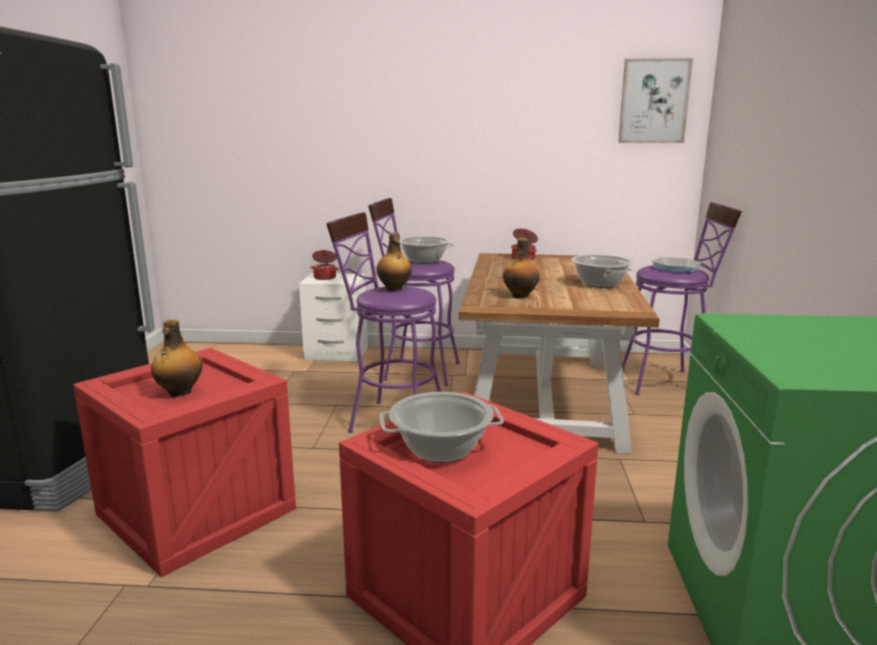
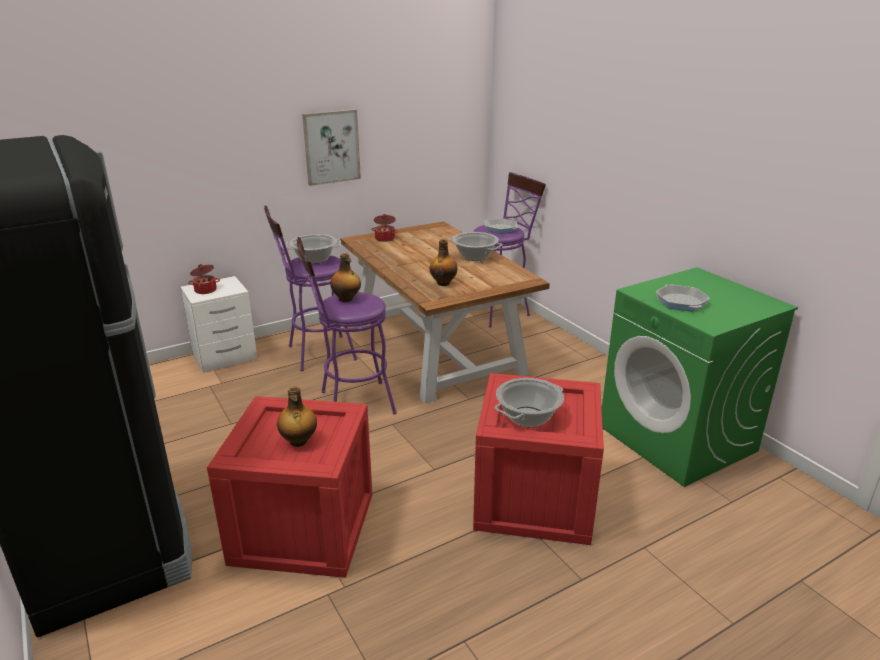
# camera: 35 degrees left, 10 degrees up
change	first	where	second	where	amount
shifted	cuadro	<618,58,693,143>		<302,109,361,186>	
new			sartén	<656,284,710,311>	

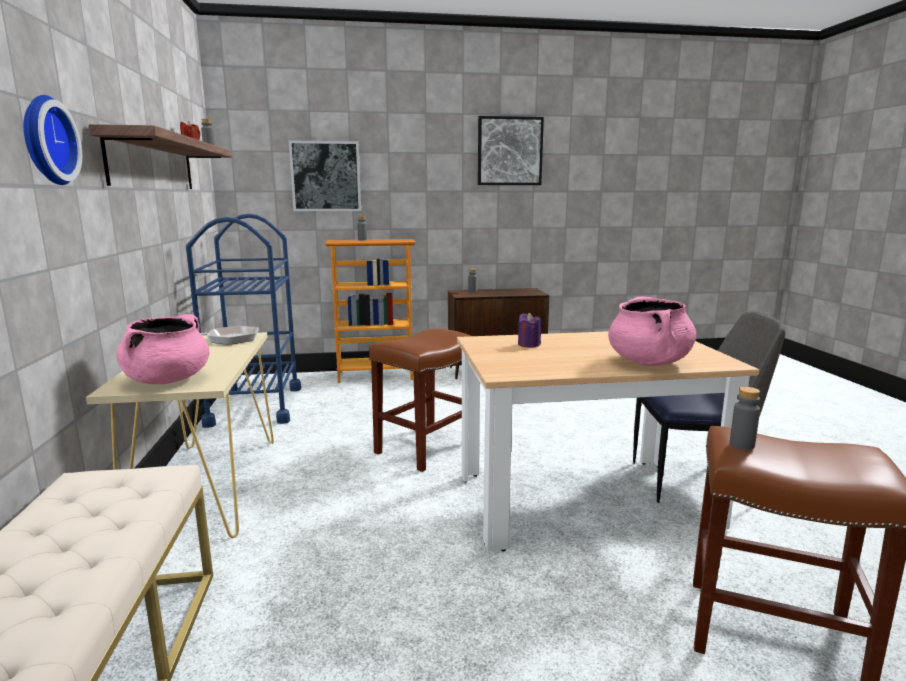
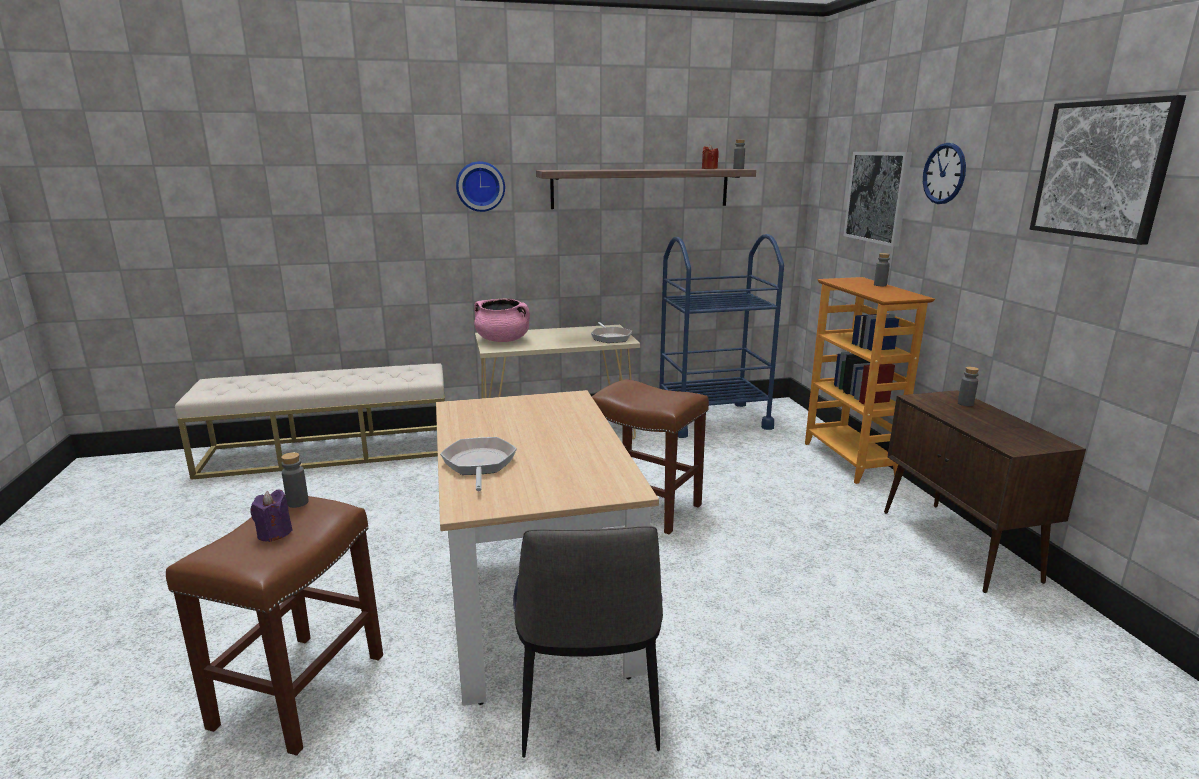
# camera: 85 degrees right, 5 degrees up
change	first	where	second	where	amount
shifted	vela (morado)	<518,313,542,348>		<250,490,293,542>	
swapped	olla (rosa)	<608,296,696,366>	sartén	<440,437,517,491>	
new			reloj de pared	<923,143,966,204>	

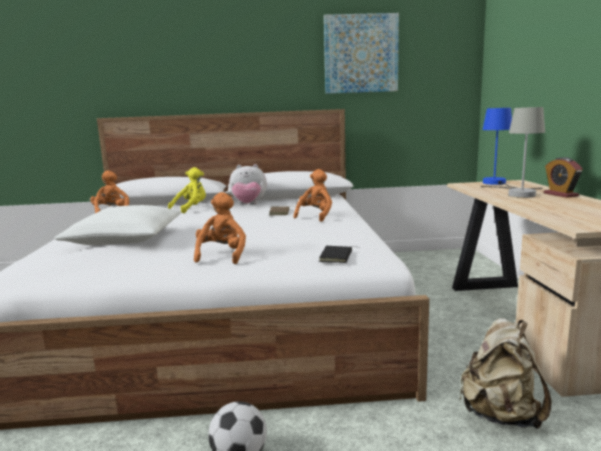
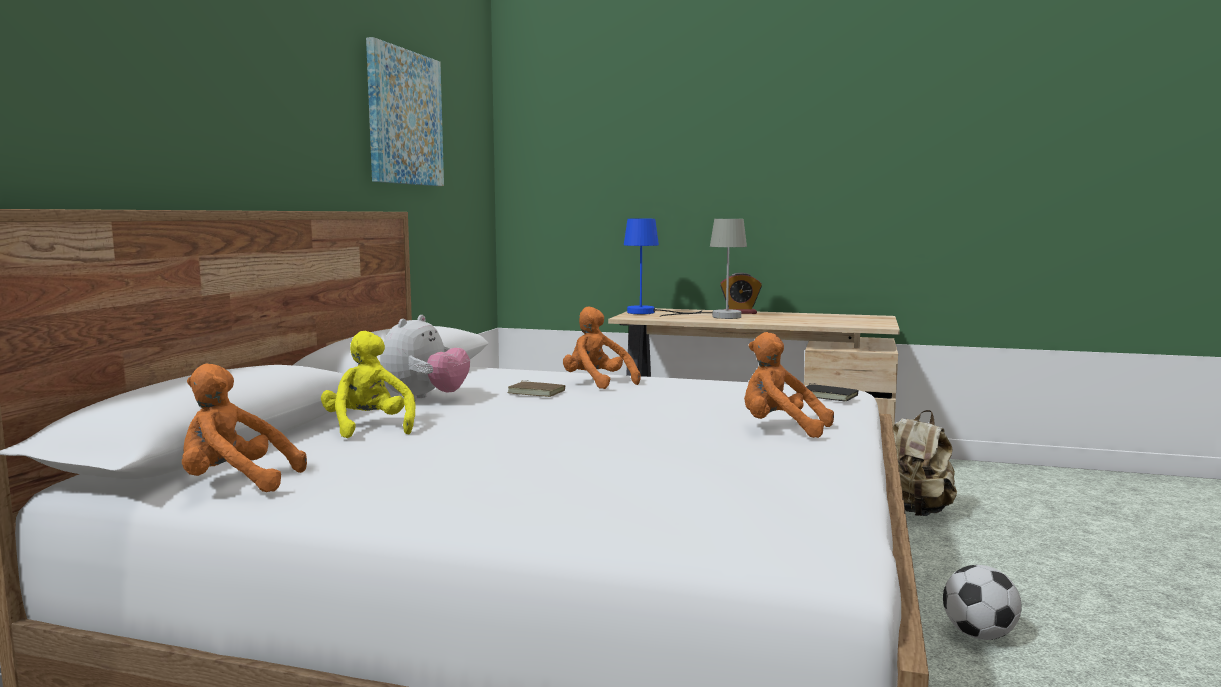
# camera: 70 degrees left, 5 degrees down
change	first	where	second	where	amount
gone	cojín (blanco)	<54,205,181,245>			

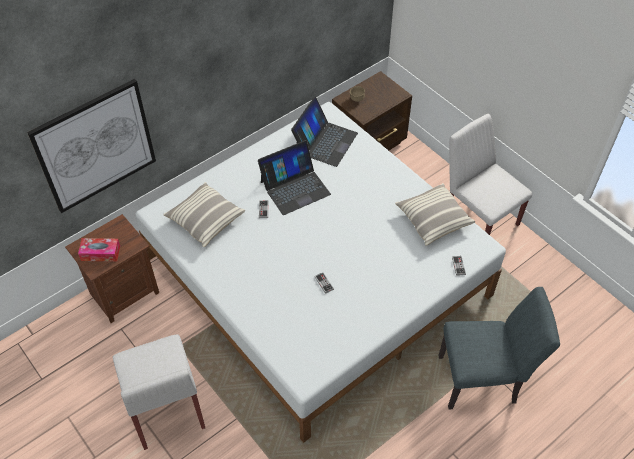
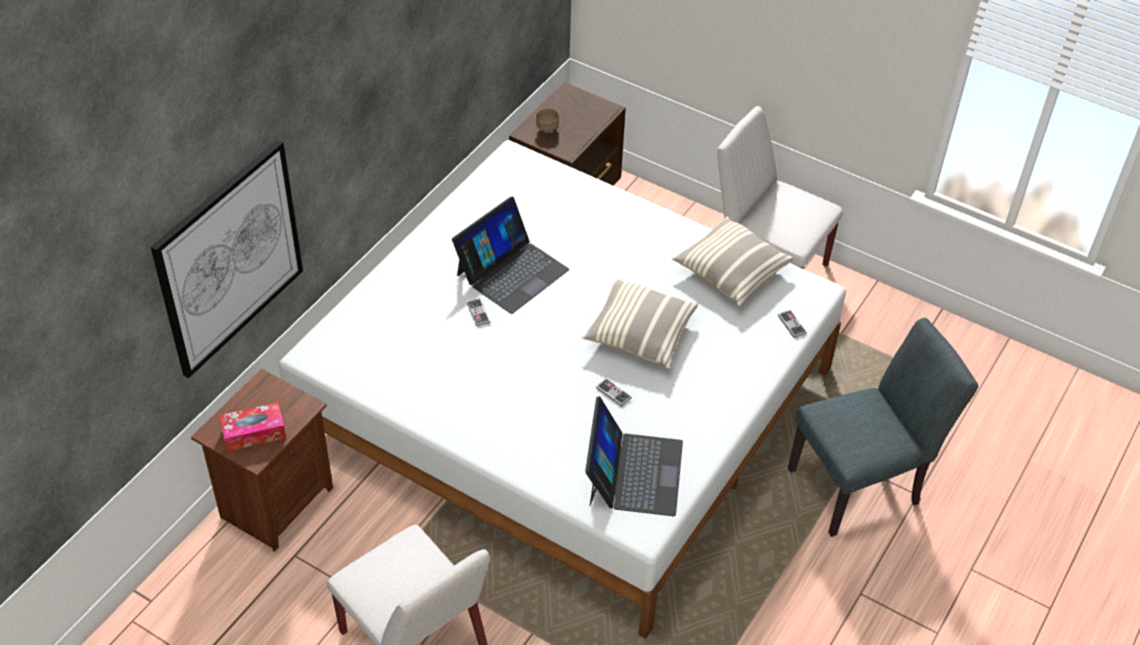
# camera: 20 degrees left, 5 degrees down
change	first	where	second	where	amount
shifted	cojín	<163,182,245,247>		<581,278,698,369>	
shifted	portátil	<291,97,358,167>		<585,396,683,516>	

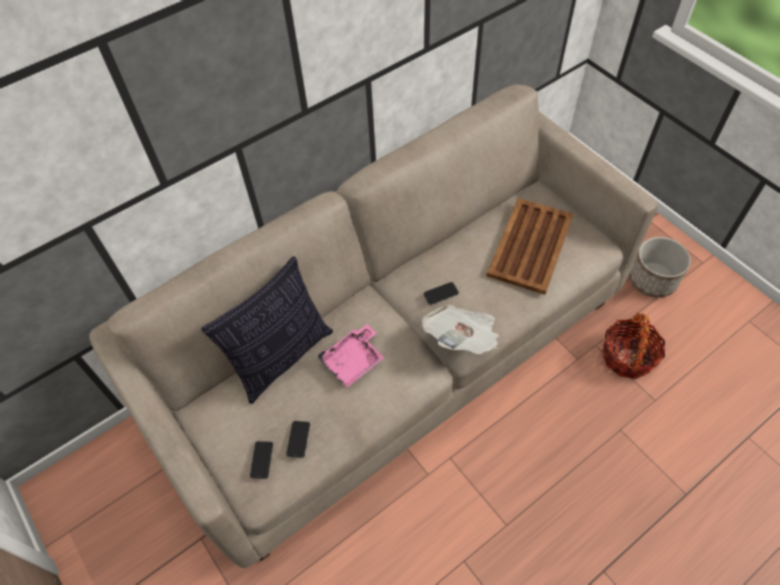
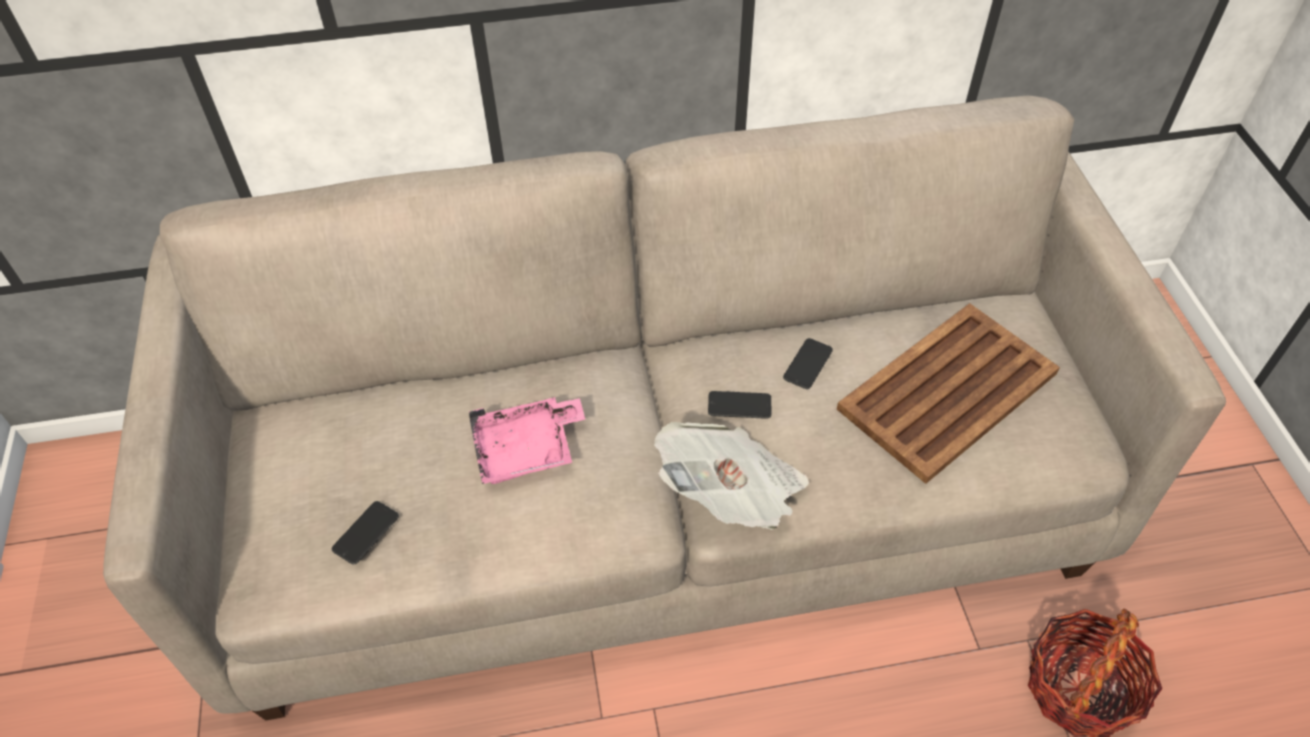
# camera: 25 degrees right, 5 degrees down
change	first	where	second	where	amount
gone	cojín	<201,256,333,404>			
shifted	móvil	<250,441,273,479>		<783,338,833,389>	
gone	maceta	<629,237,691,298>			

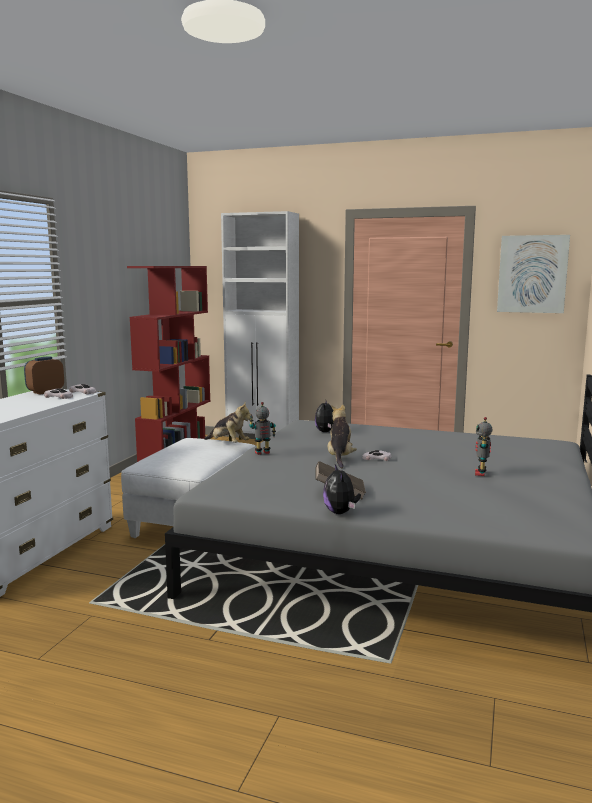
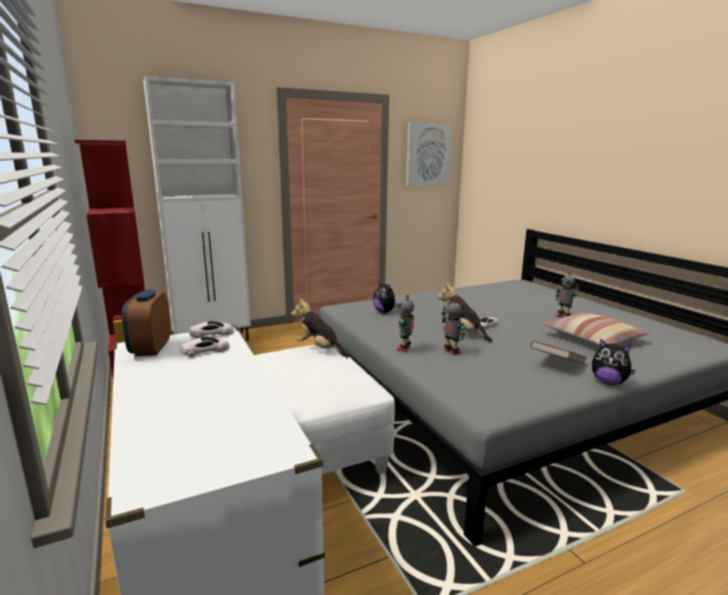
# camera: 45 degrees left, 5 degrees up
change	first	where	second	where	amount
rotated	peluche	<204,402,253,443>		<291,298,350,358>	135 degrees counterclockwise
new			robot de juguete	<441,298,465,355>	
new			cojín	<542,313,650,347>	

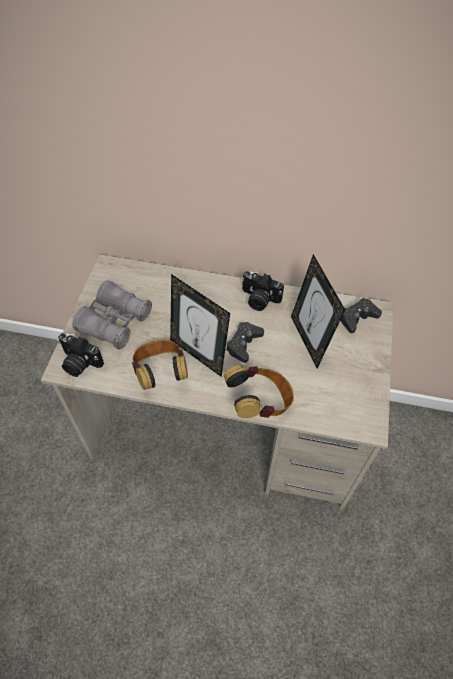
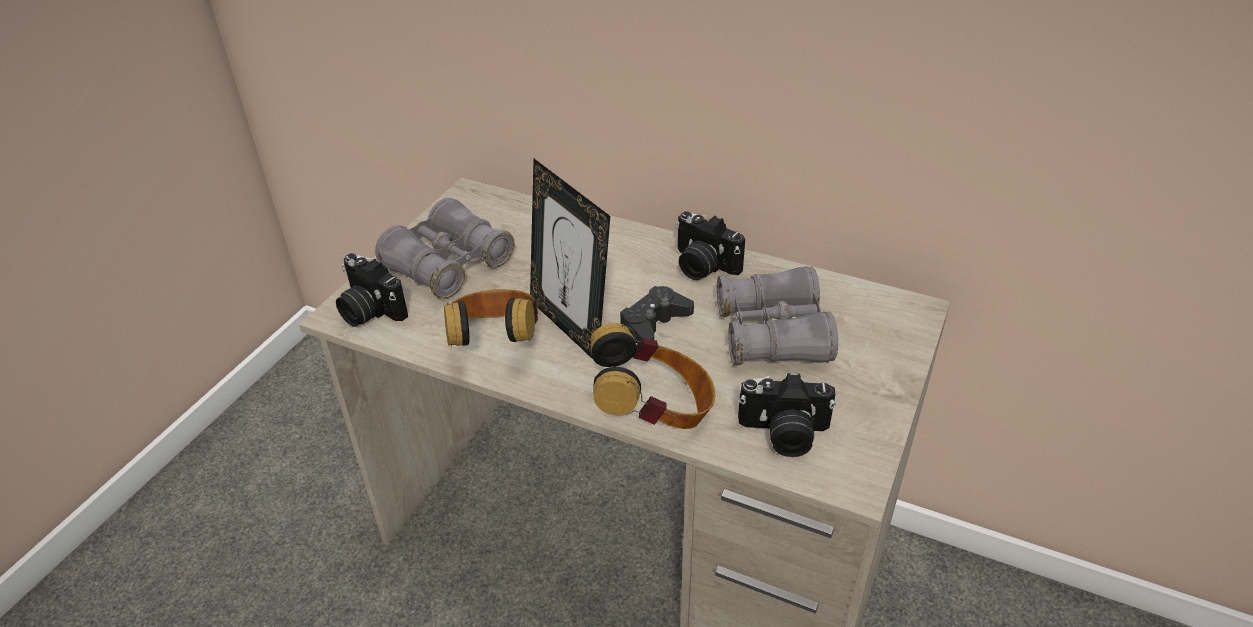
# camera: 15 degrees right, 15 degrees down
change	first	where	second	where	amount
swapped	portarretratos	<291,254,345,368>	prismáticos (gris)	<717,266,838,365>	
gone	mando de consola (negro)	<340,298,382,333>			
new			cámara	<738,373,836,457>	

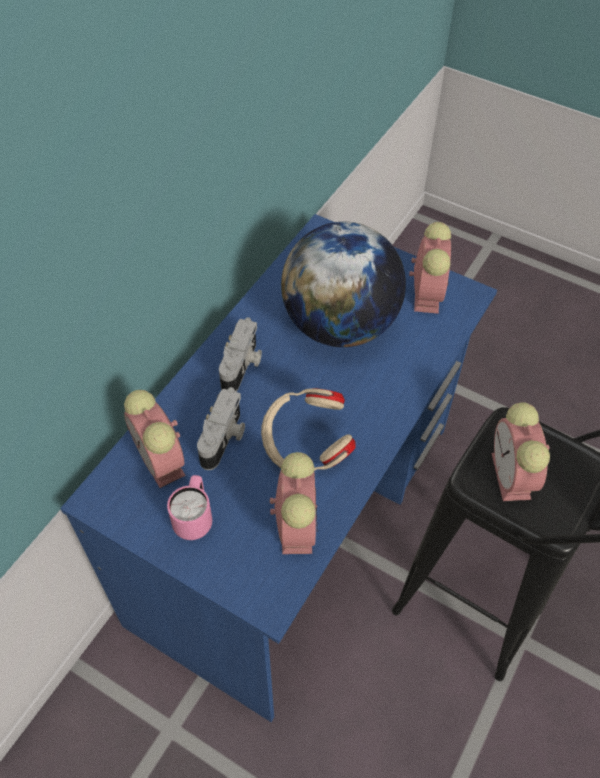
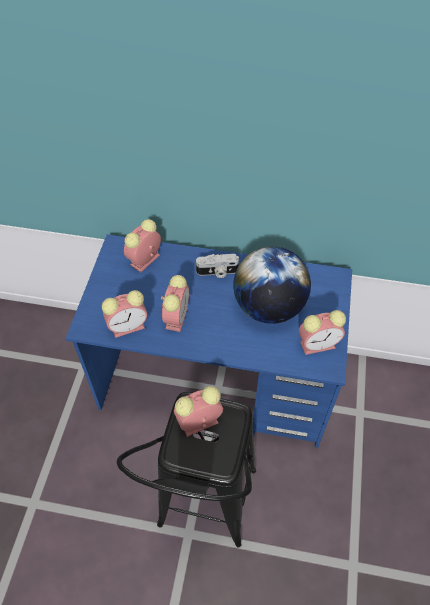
# camera: 70 degrees right, 0 degrees up
change	first	where	second	where	amount
gone	taza grande (rosa)	<167,475,212,540>			
gone	cámara	<197,387,245,470>			
swapped	auriculares (beis)	<261,388,356,471>	despertador	<161,275,189,332>	

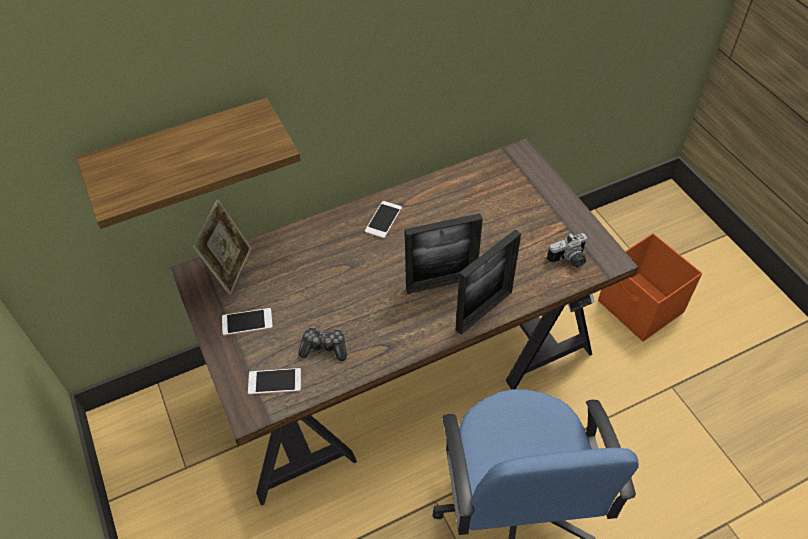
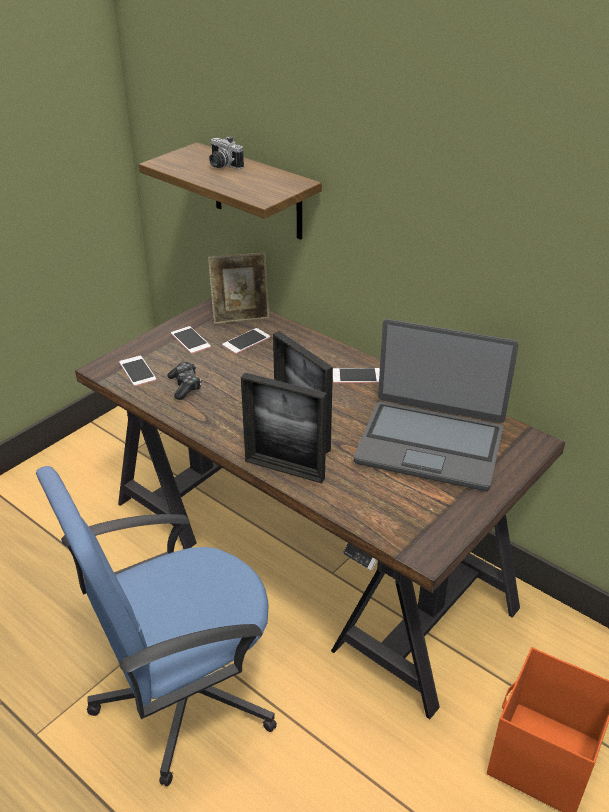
# camera: 65 degrees right, 15 degrees down
change	first	where	second	where	amount
shifted	cámara	<547,233,587,268>		<209,136,244,169>	
new			móvil	<222,328,270,354>	
new			portátil	<354,319,519,491>	

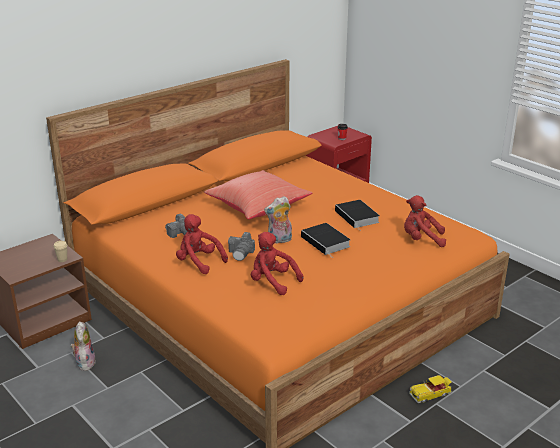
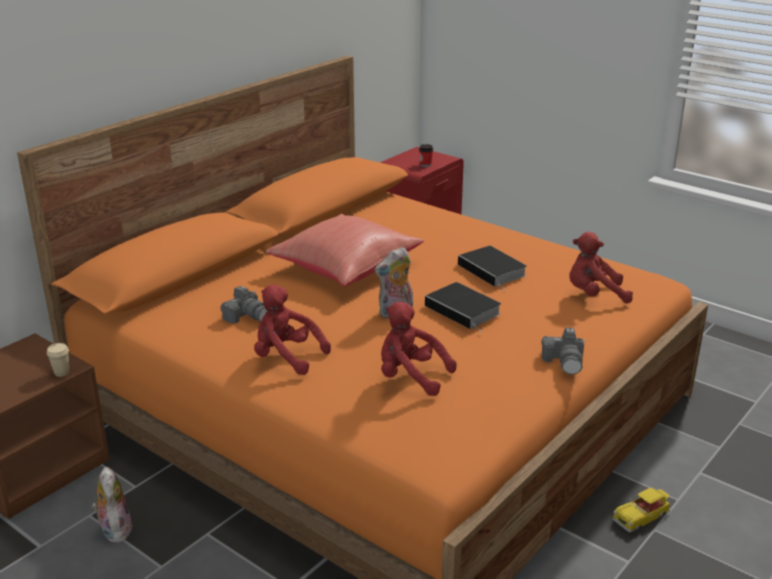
# camera: 10 degrees left, 0 degrees up
change	first	where	second	where	amount
shifted	cámara	<228,232,255,261>		<542,328,585,374>	

